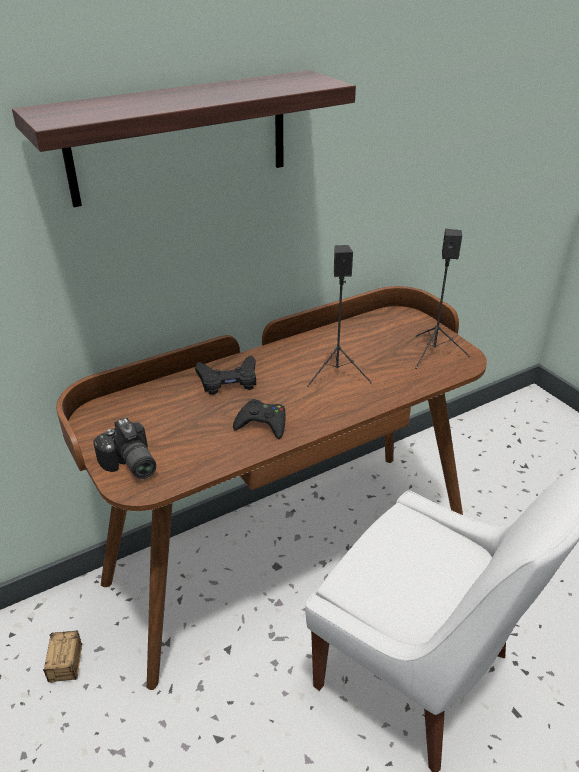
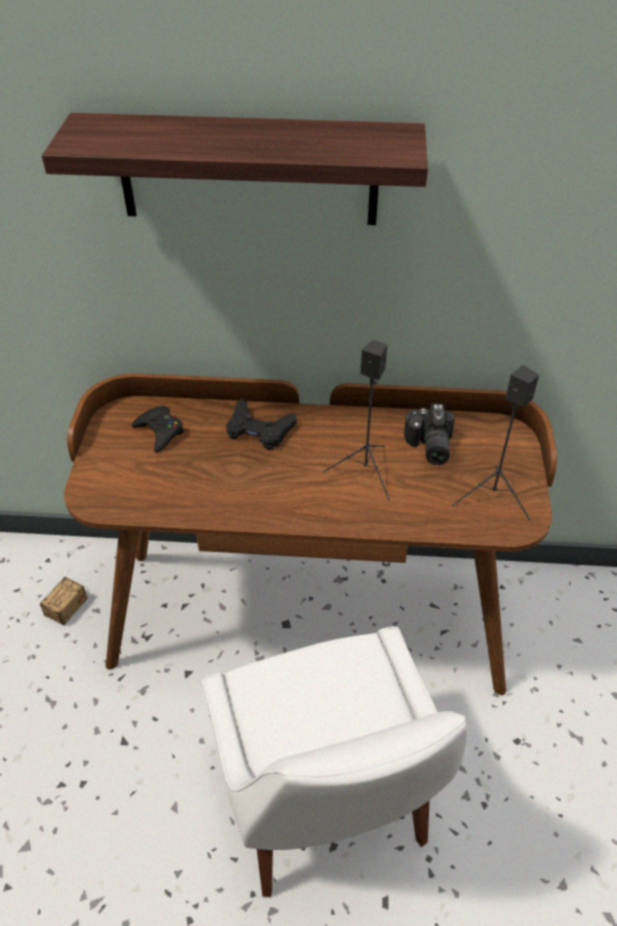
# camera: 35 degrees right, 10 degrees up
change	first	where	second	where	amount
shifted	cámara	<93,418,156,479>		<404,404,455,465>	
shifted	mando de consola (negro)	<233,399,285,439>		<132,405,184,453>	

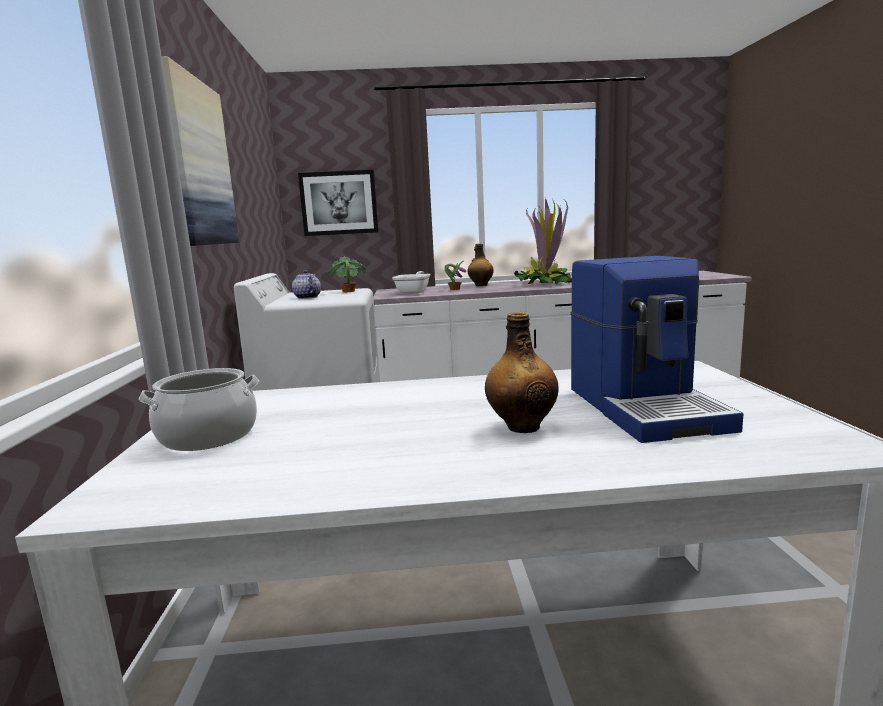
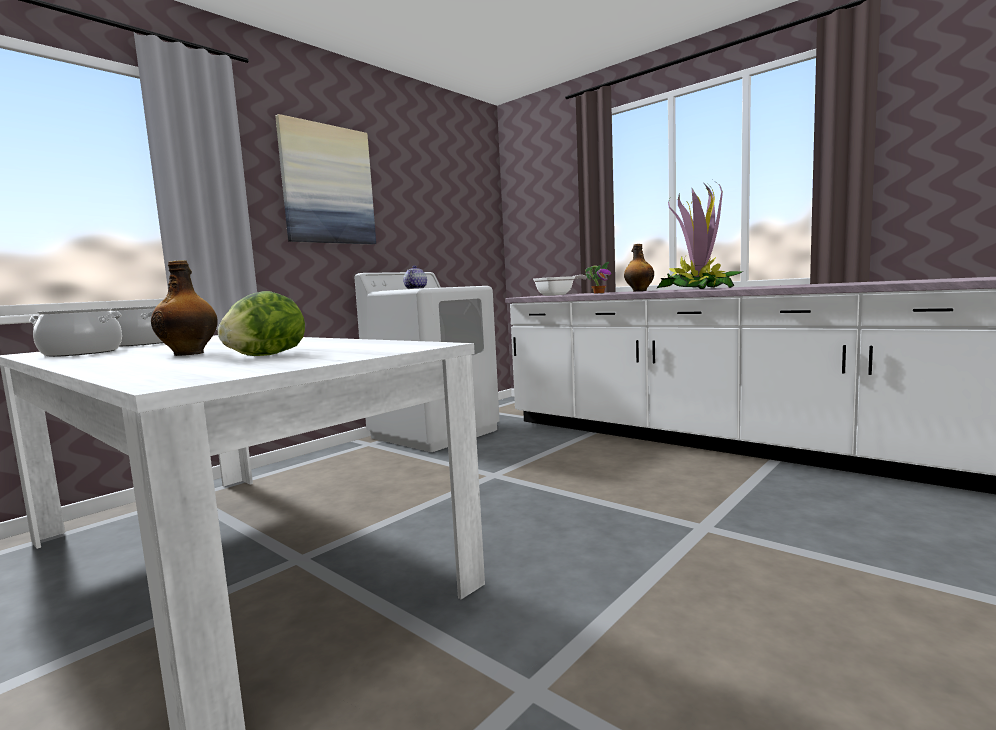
# camera: 45 degrees right, 5 degrees down
change	first	where	second	where	amount
gone	cuadro	<298,170,378,236>			
gone	planta en maceta	<327,257,366,292>			
swapped	cafetera	<570,256,743,443>	lechuga	<218,291,305,356>	
new			olla	<29,308,122,357>	

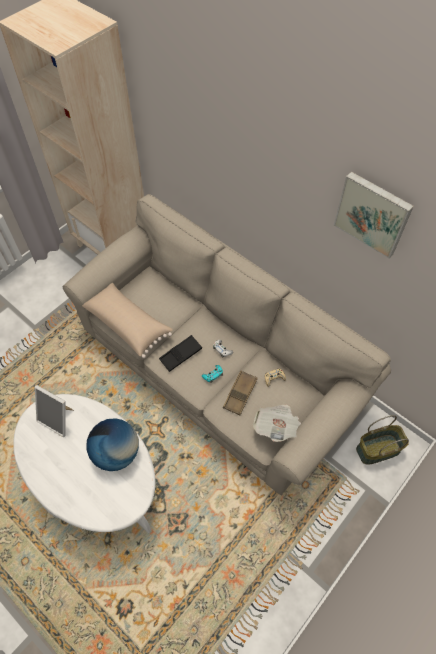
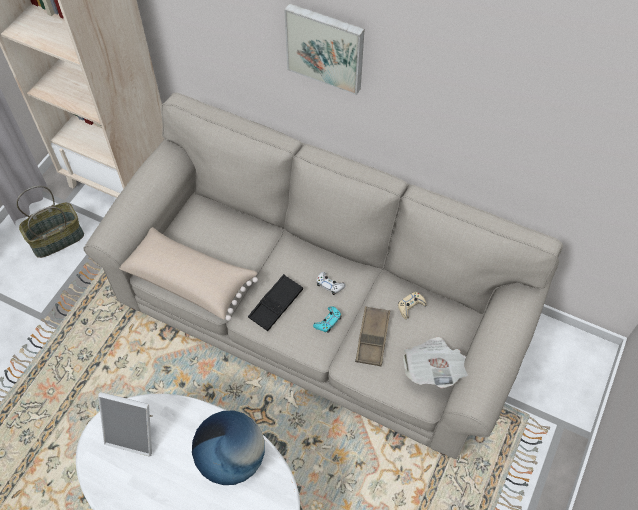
# camera: 15 degrees left, 0 degrees up
change	first	where	second	where	amount
shifted	cuadro	<334,172,414,259>		<284,3,365,95>	
shifted	cesta	<356,415,409,465>		<16,186,84,258>	

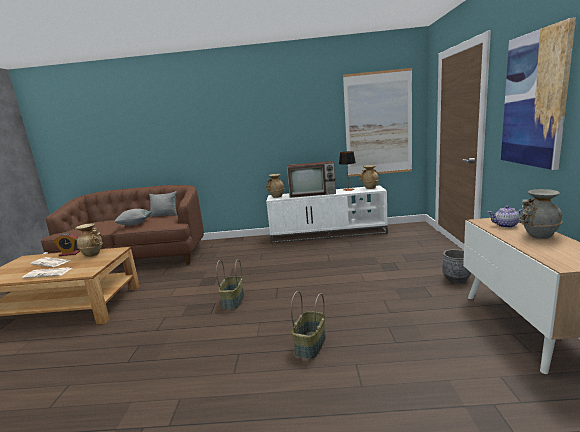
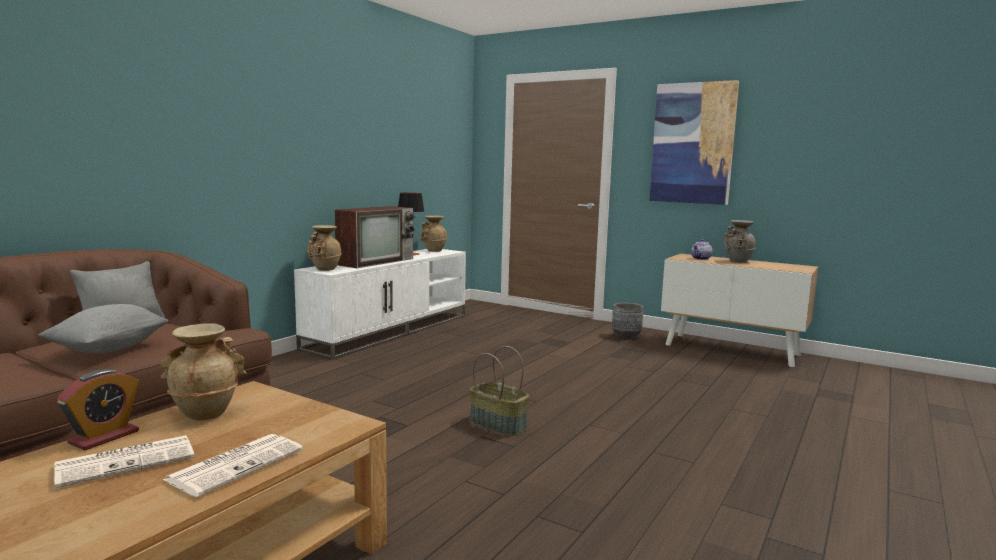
# camera: 60 degrees left, 5 degrees down
change	first	where	second	where	amount
gone	cesta	<291,291,326,359>			
gone	cuadro	<343,68,412,177>			

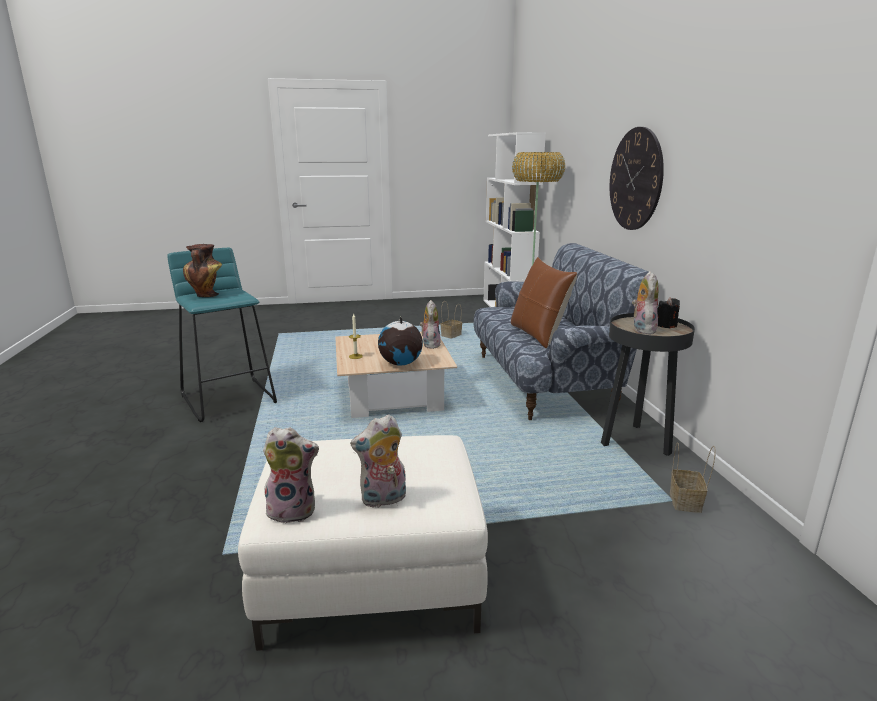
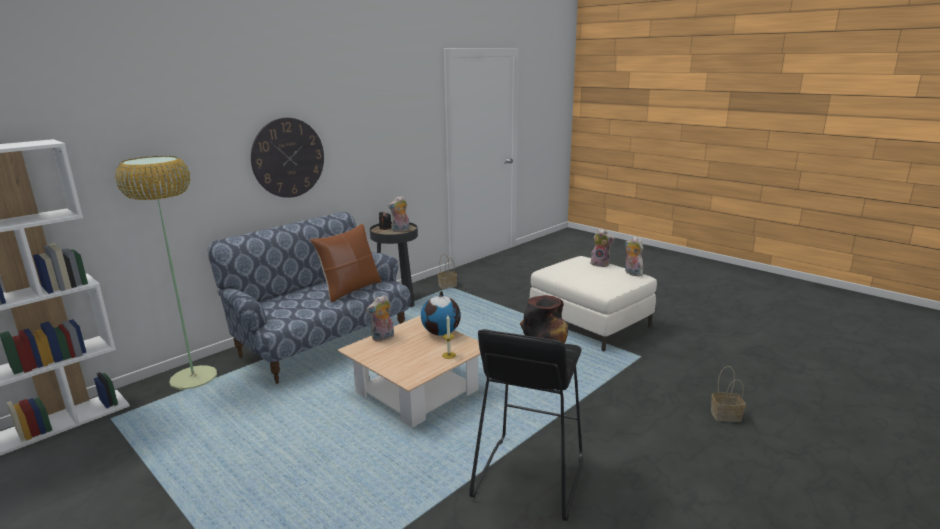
# camera: 125 degrees left, 0 degrees up
change	first	where	second	where	amount
repainted	taburete (turquesa)	<167,248,277,422>	taburete (negro)	<469,329,583,521>	
shifted	cesta	<440,301,462,338>		<711,366,746,422>	

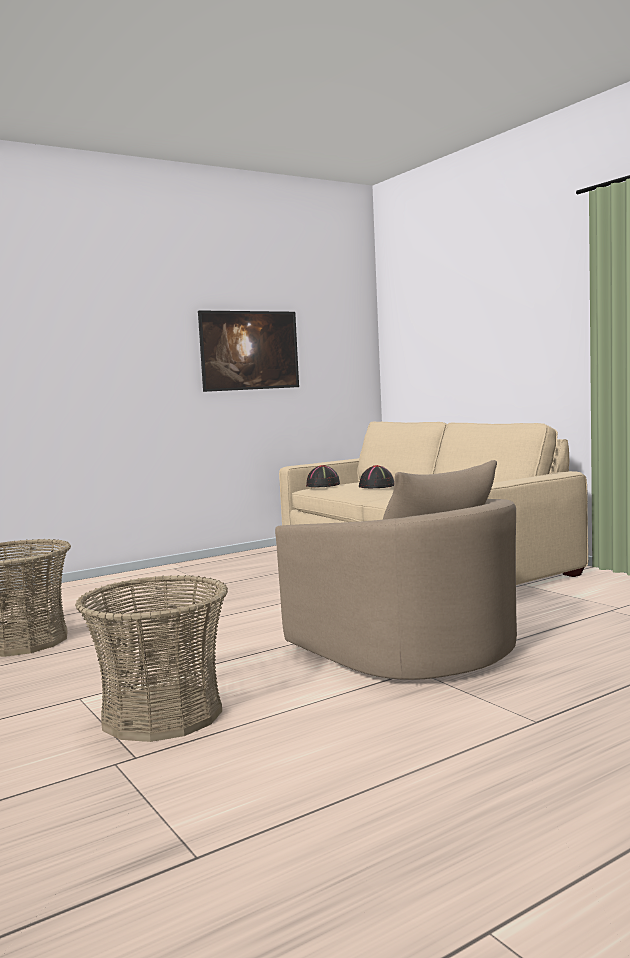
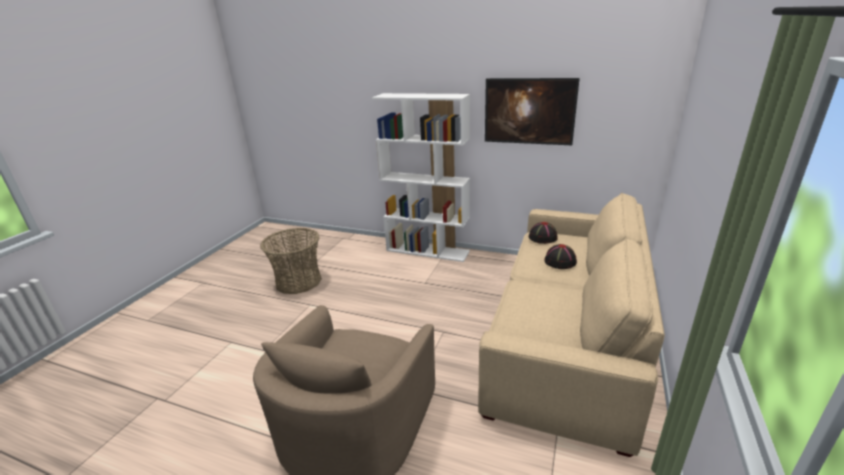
# camera: 55 degrees right, 20 degrees up
change	first	where	second	where	amount
gone	cesta	<75,575,228,742>			
new			estantería (blanco)	<372,93,470,262>	

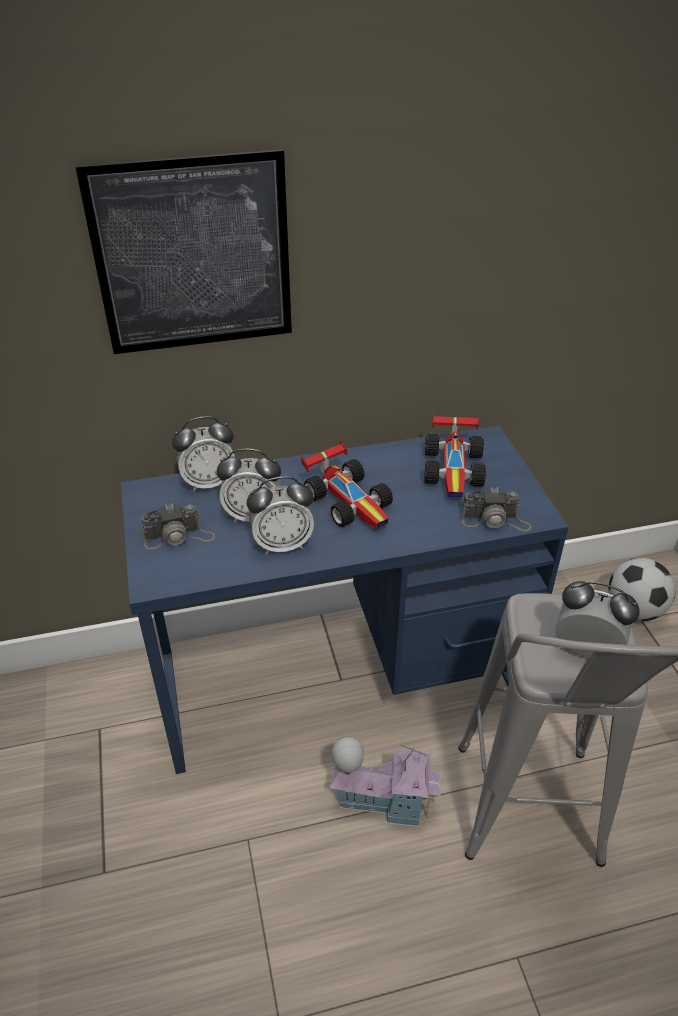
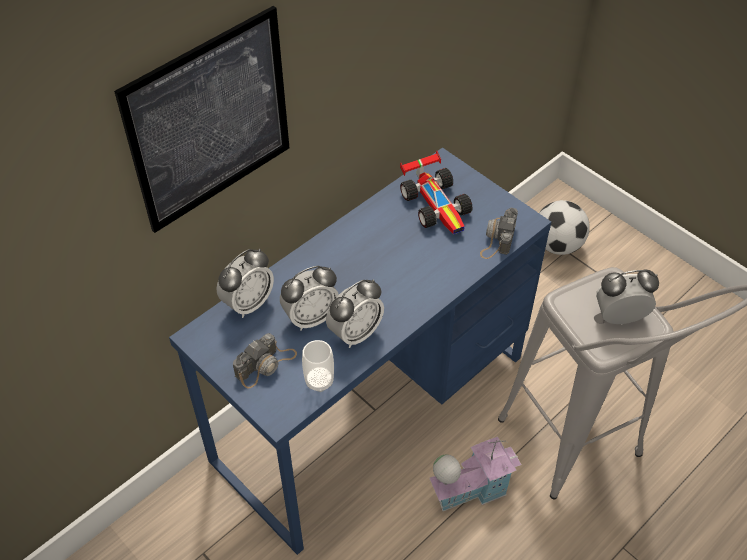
# camera: 30 degrees left, 10 degrees up
change	first	where	second	where	amount
gone	coche de juguete	<301,440,393,529>			
rotated	cámara	<462,487,532,531>		<480,207,518,259>	135 degrees clockwise
new			taza	<302,340,334,392>	

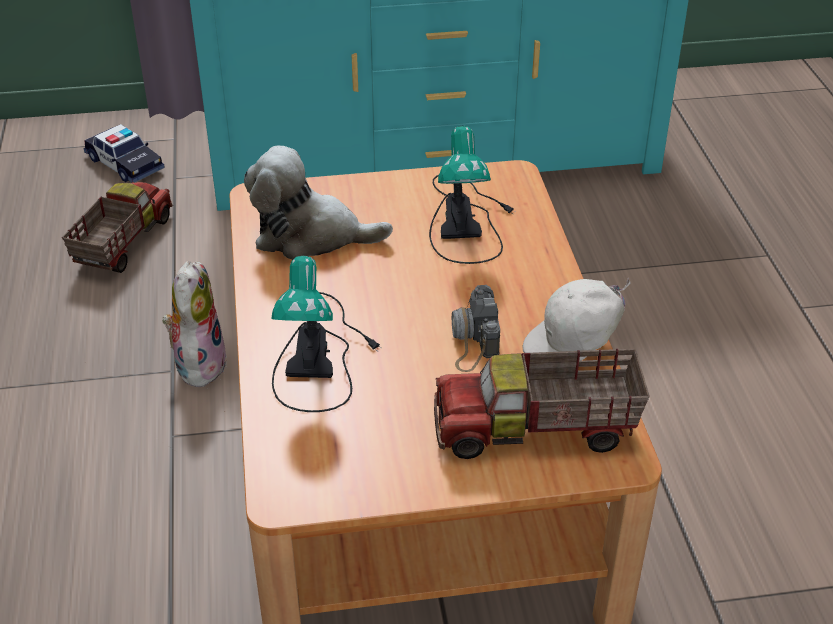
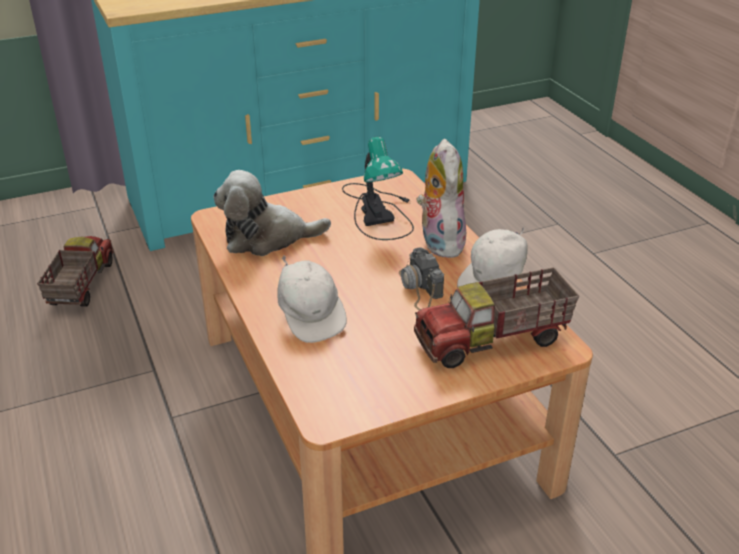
# camera: 15 degrees left, 5 degrees down
change	first	where	second	where	amount
gone	coche de juguete	<84,124,165,182>			
shifted	peluche	<162,261,227,387>		<417,138,466,258>	
swapped	lámpara de mesa	<271,256,382,412>	gorra (blanco)	<277,255,347,343>	

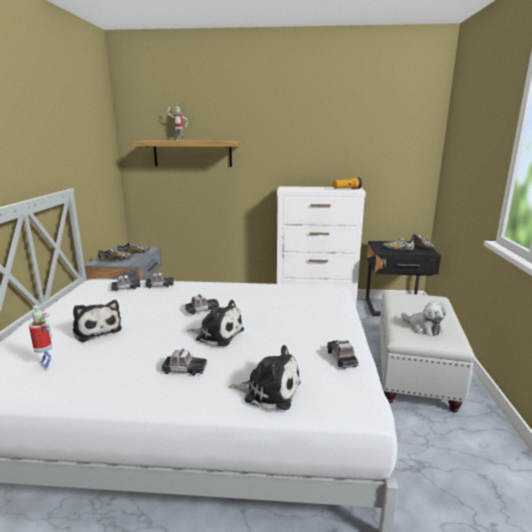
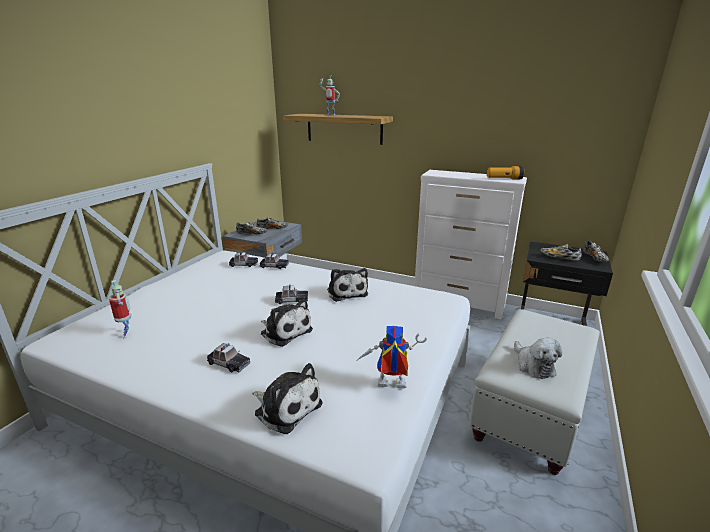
# camera: 20 degrees right, 5 degrees up
change	first	where	second	where	amount
shifted	peluche	<73,300,122,342>		<327,268,368,302>	
swapped	coche de juguete	<327,340,358,369>	robot de juguete	<356,326,427,389>	

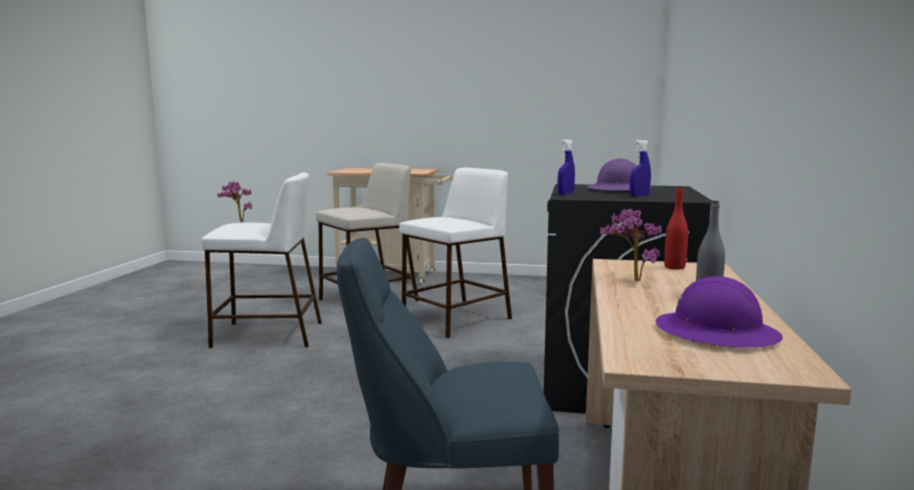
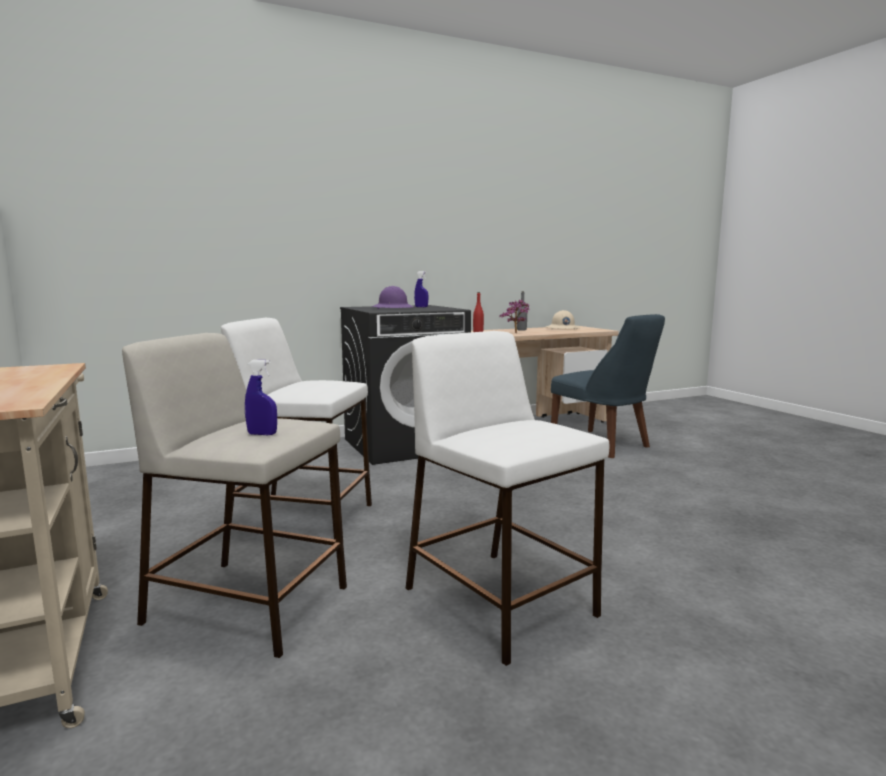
# camera: 125 degrees left, 0 degrees up
change	first	where	second	where	amount
gone	planta en maceta	<217,181,252,222>			
shifted	pulverizador (azul)	<558,139,575,194>		<245,360,277,435>	
repainted	casco (morado)	<656,276,782,347>	casco (beis)	<546,310,581,329>	

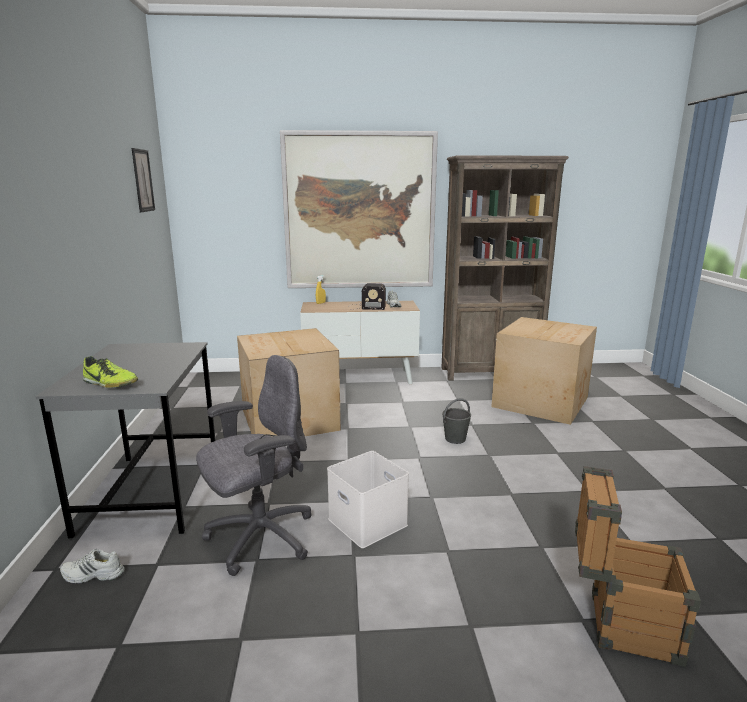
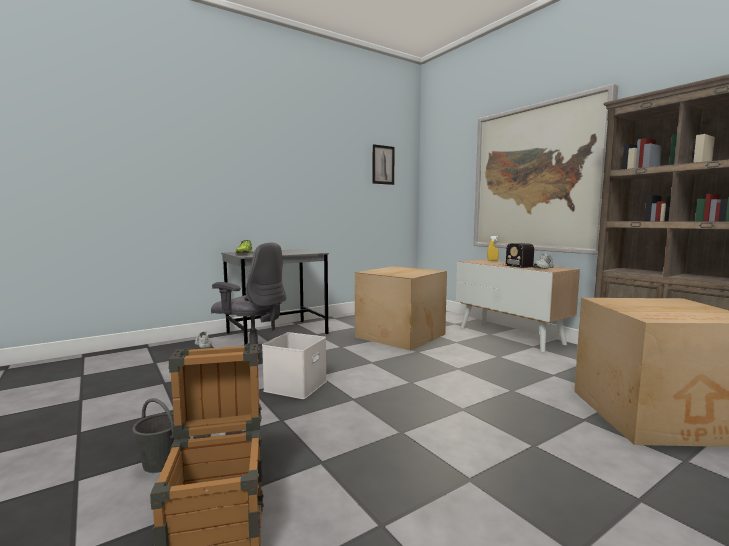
# camera: 60 degrees right, 10 degrees down
change	first	where	second	where	amount
shifted	cubo (gris)	<442,398,471,444>		<132,398,174,473>	

